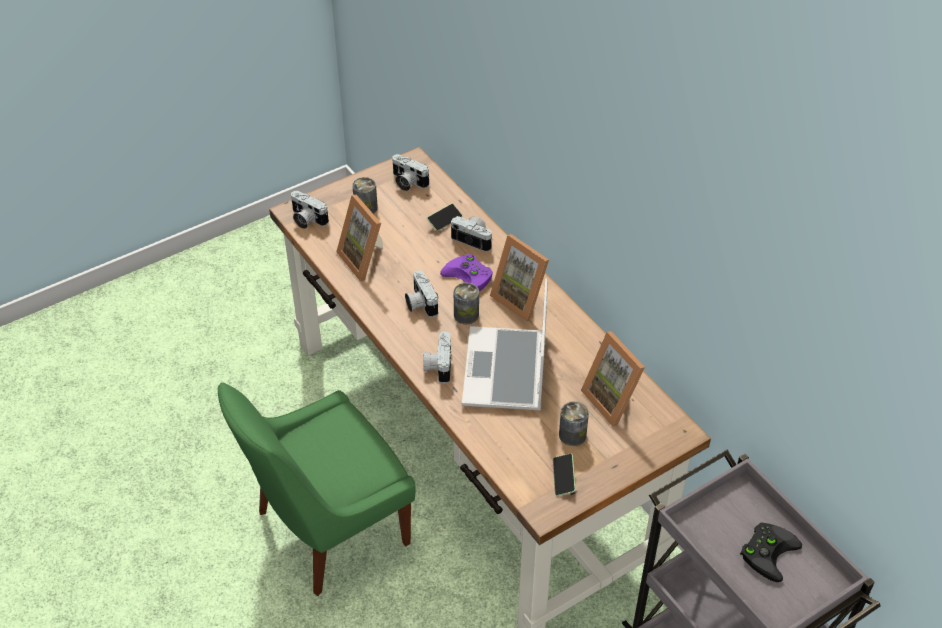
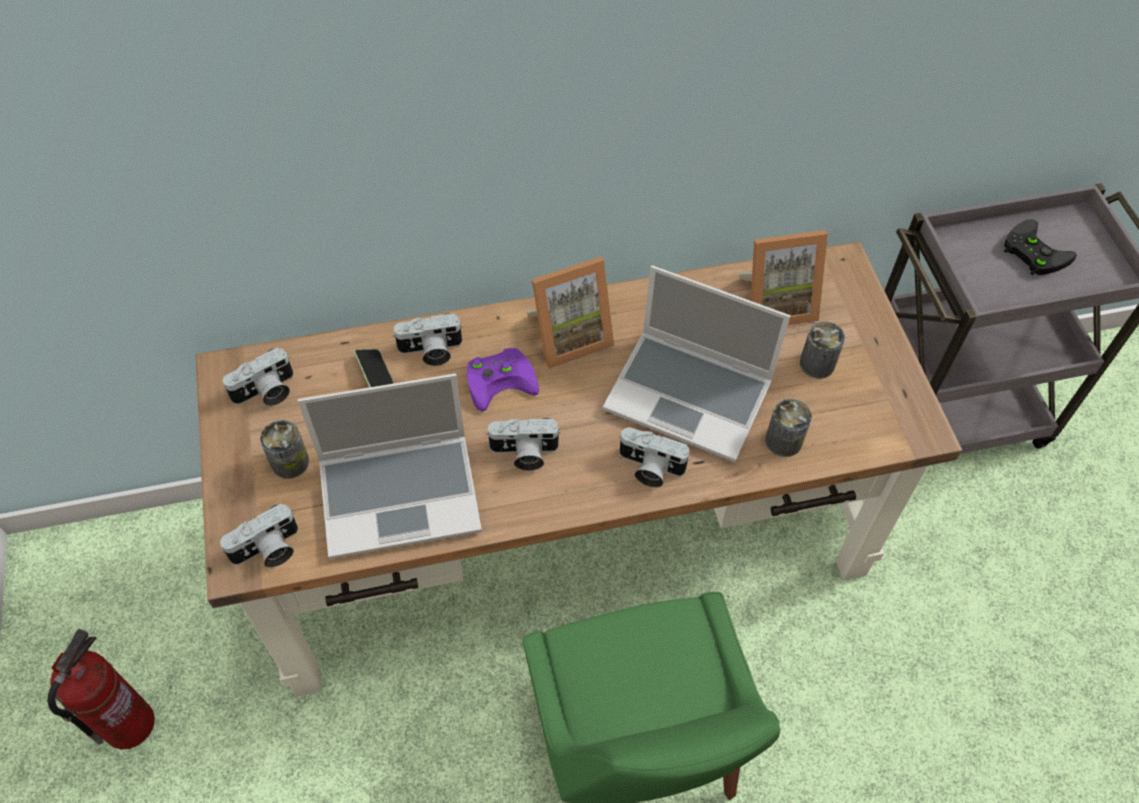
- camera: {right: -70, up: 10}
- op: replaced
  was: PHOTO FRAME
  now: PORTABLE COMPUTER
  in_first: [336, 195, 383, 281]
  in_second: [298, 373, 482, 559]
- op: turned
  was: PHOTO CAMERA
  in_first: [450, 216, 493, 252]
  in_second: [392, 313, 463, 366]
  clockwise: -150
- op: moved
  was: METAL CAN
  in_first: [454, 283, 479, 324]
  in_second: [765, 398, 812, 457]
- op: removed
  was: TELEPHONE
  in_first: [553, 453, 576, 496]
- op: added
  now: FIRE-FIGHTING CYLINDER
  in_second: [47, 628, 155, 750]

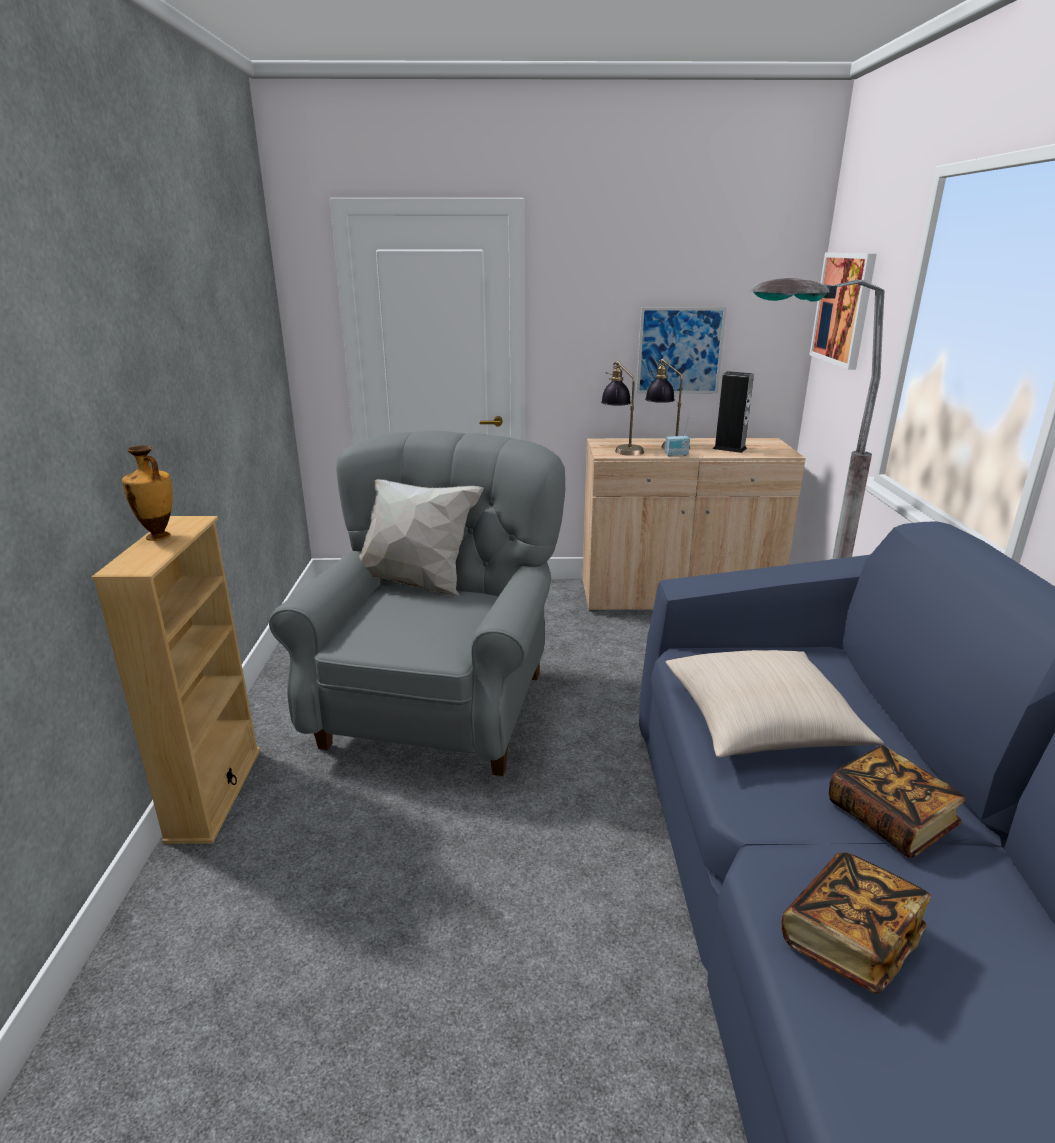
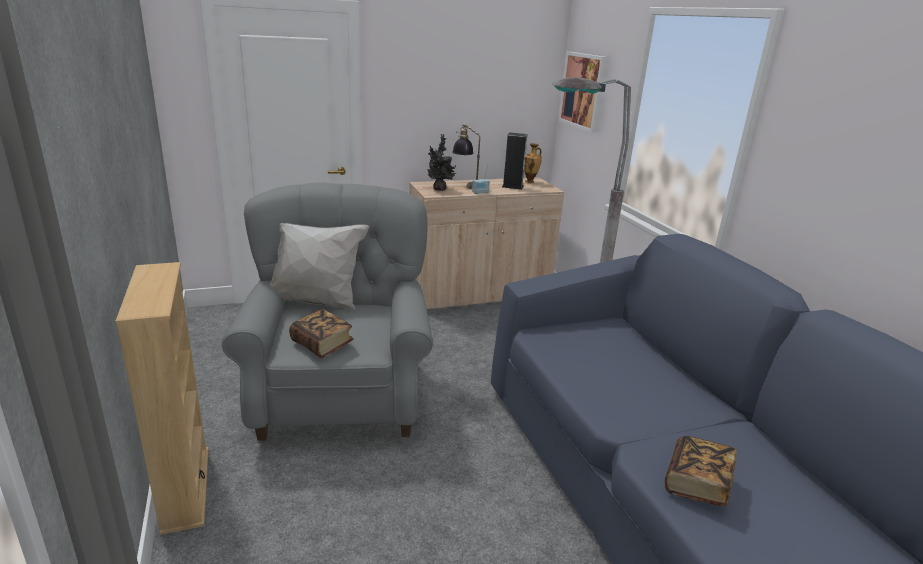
- camera: {right: -20, up: 0}
- op: moved
  was: VASE
  in_first: [122, 445, 172, 541]
  in_second: [524, 143, 542, 183]
- op: replaced
  was: LAMP FOR A TABLE
  now: HOUSEPLANT
  in_first: [601, 361, 644, 456]
  in_second: [428, 134, 456, 191]
- op: removed
  was: PICTURE
  in_first: [636, 307, 727, 394]
- op: removed
  was: BEIGE-COLOURED THROW PILLOW
  in_first: [666, 650, 884, 757]
- op: moved
  was: BOUND BOOK
  in_first: [829, 745, 966, 858]
  in_second: [289, 309, 354, 358]

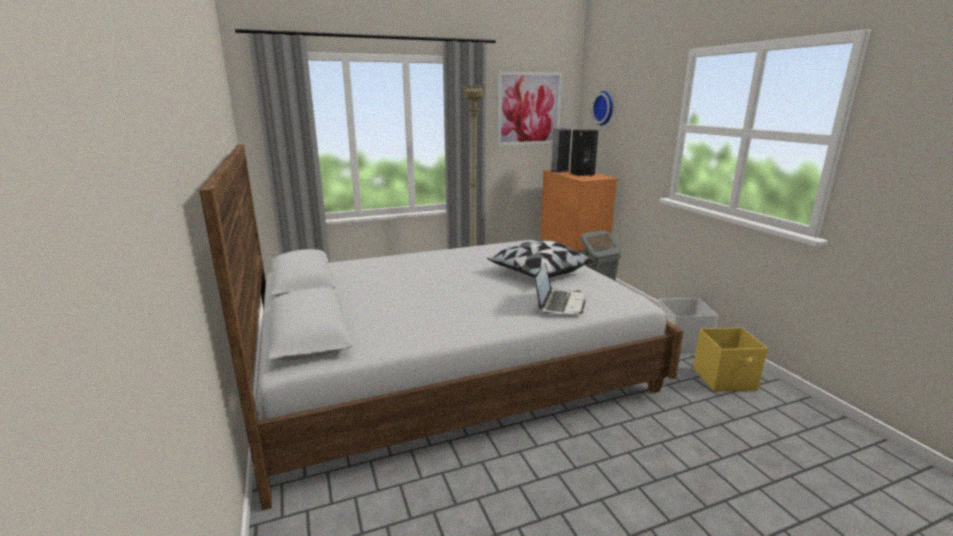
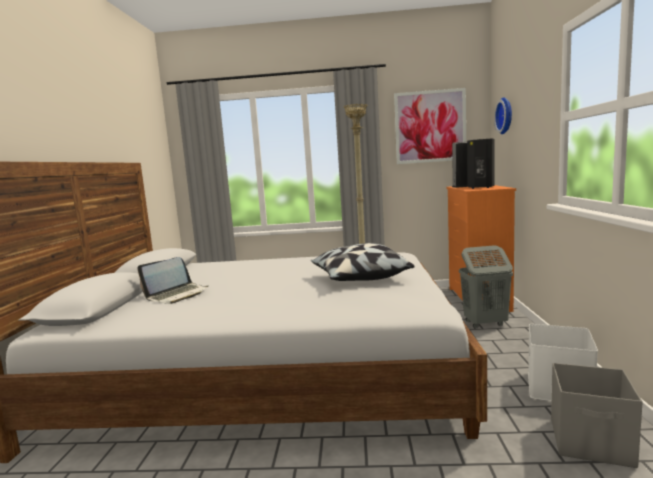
- camera: {right: 25, up: -10}
- op: moved
  was: PORTABLE COMPUTER
  in_first: [535, 263, 585, 314]
  in_second: [137, 257, 208, 304]
- op: recoloured
  was: YELLOWISH STORAGE BOX
  now: GRAY STORAGE BOX
  in_first: [693, 328, 768, 392]
  in_second: [551, 363, 643, 468]

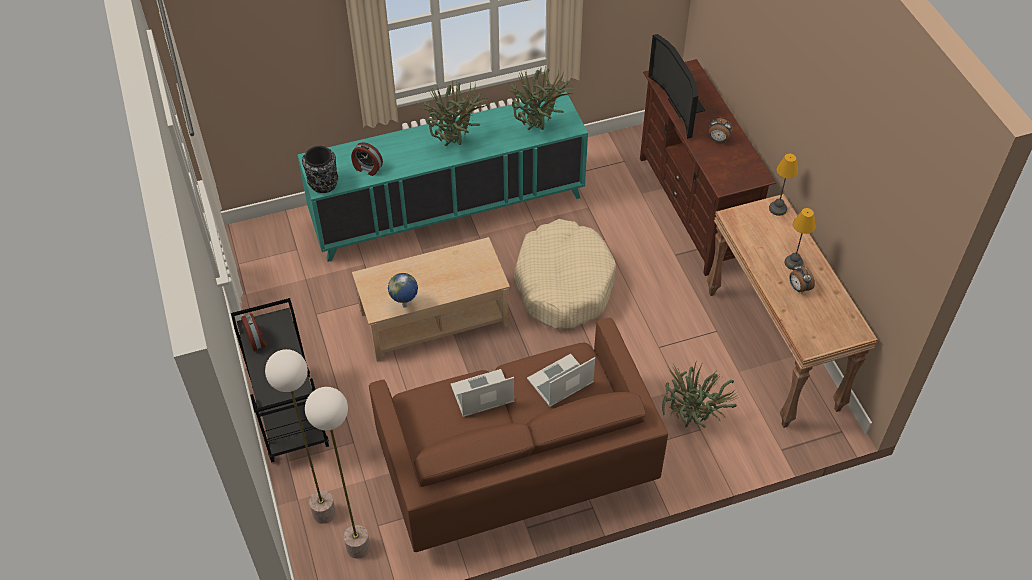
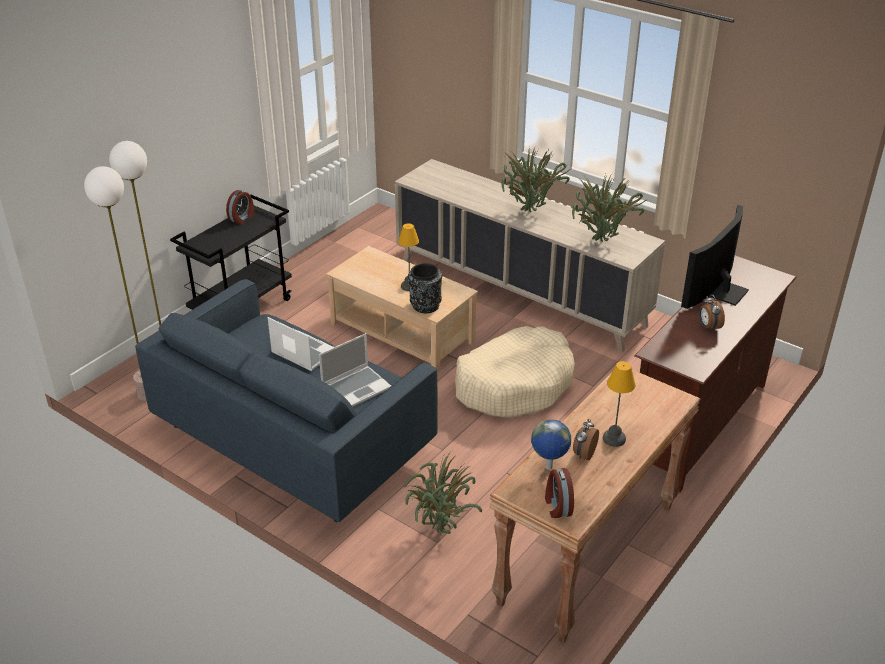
- camera: {right: 55, up: -15}
- op: recoloured
  was: TURQUOISE STORAGE CABINET
  now: BEIGE-COLOURED STORAGE CABINET
  in_first: [297, 92, 588, 262]
  in_second: [395, 159, 665, 352]
- op: moved
  was: BLACK-COLOURED VASE
  in_first: [302, 146, 338, 193]
  in_second: [408, 263, 442, 313]
- op: moved
  was: TABLE CLOCK
  in_first: [351, 142, 383, 176]
  in_second: [545, 468, 574, 518]
- op: recoloured
  was: BROWNISH SOFA
  now: BLUE SOFA
  in_first: [369, 318, 668, 552]
  in_second: [135, 279, 438, 522]
- op: moved
  was: DESK GLOBE
  in_first: [388, 273, 418, 308]
  in_second: [531, 419, 571, 470]
- op: turned
  was: PORTABLE COMPUTER
  in_first: [527, 354, 595, 407]
  in_second: [319, 333, 391, 407]
  clockwise: 120
- op: moved
  was: LAMP FOR A TABLE
  in_first: [769, 153, 798, 216]
  in_second: [398, 223, 419, 291]

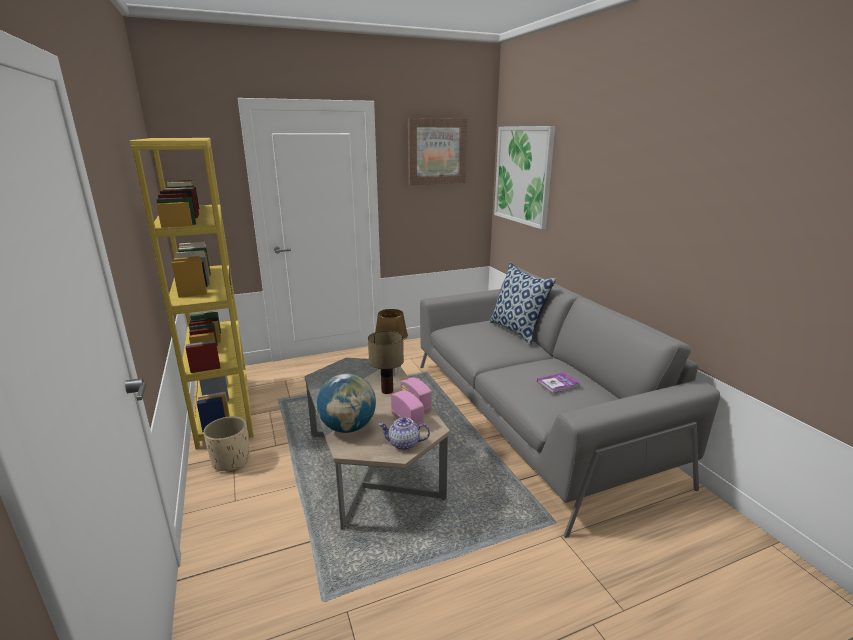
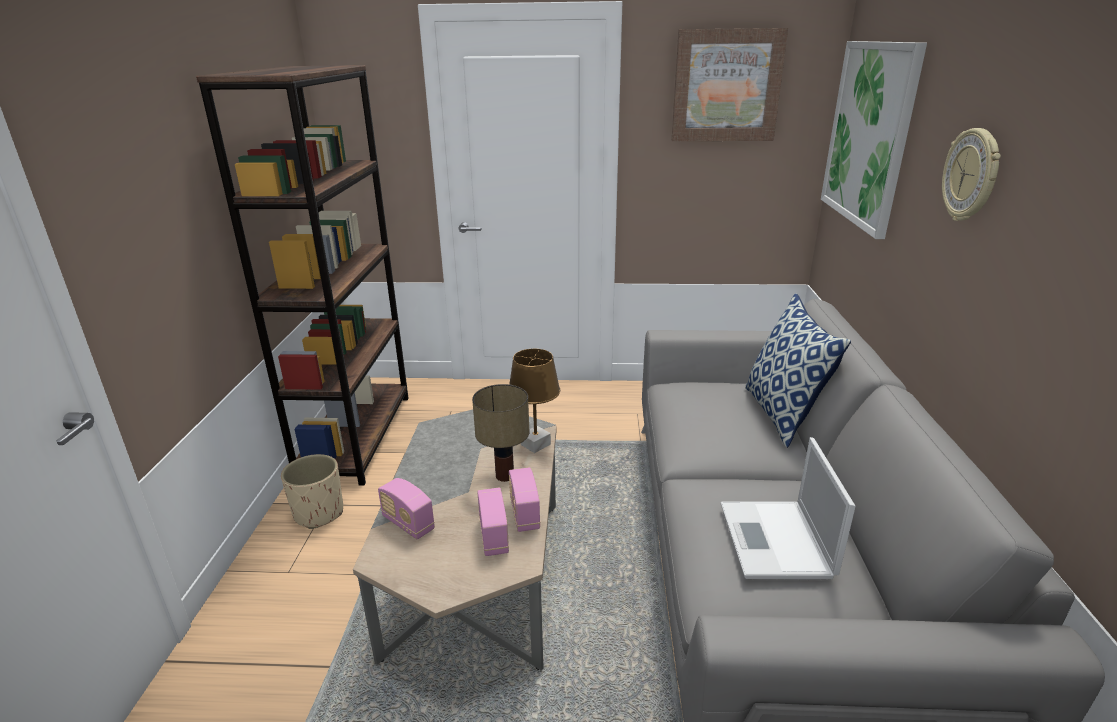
- camera: {right: 25, up: 5}
- op: recoloured
  was: YELLOWISH BOOKSHELF
  now: BROWNISH BOOKSHELF
  in_first: [130, 138, 254, 449]
  in_second: [196, 65, 409, 486]
- op: replaced
  was: DESK GLOBE
  now: RADIO
  in_first: [317, 373, 376, 433]
  in_second: [378, 478, 435, 539]
- op: removed
  was: POT FOR TEA
  in_first: [378, 417, 430, 450]
- op: replaced
  was: BOUND BOOK
  now: PORTABLE COMPUTER
  in_first: [537, 372, 581, 394]
  in_second: [721, 437, 856, 579]
- op: added
  now: WALL CLOCK
  in_second: [942, 128, 1001, 221]

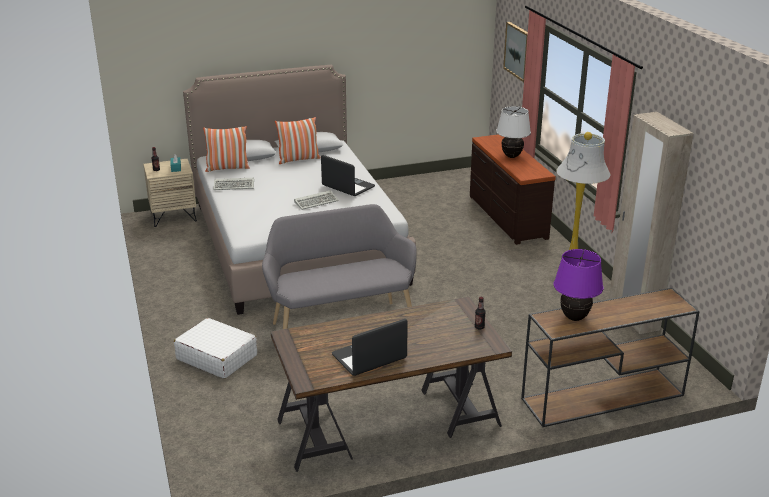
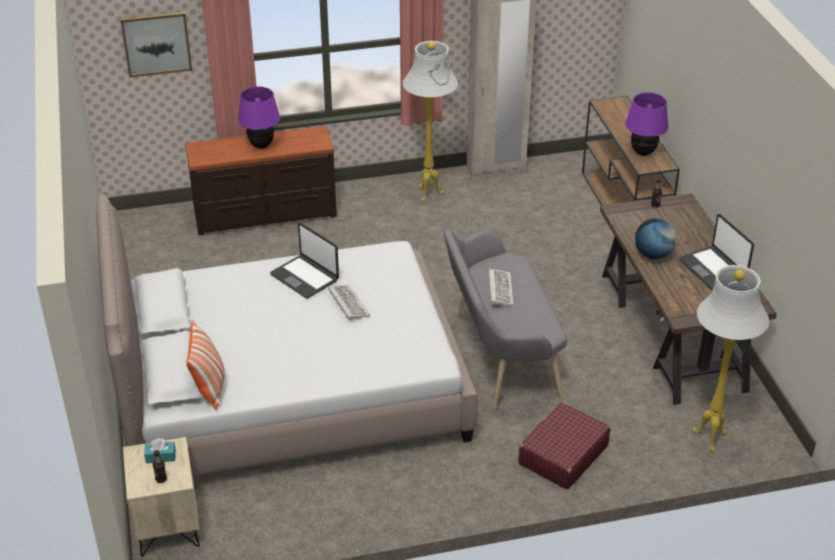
- camera: {right: -85, up: 10}
- op: recoloured
  was: WHITE PIECE OF LUGGAGE
  now: RED PIECE OF LUGGAGE
  in_first: [174, 318, 257, 379]
  in_second: [518, 403, 610, 489]
- op: moved
  was: KEYBOARD
  in_first: [214, 178, 254, 190]
  in_second: [489, 269, 514, 306]
- op: removed
  was: THROW PILLOW
  in_first: [275, 117, 321, 164]
- op: turned
  was: PORTABLE COMPUTER
  in_first: [321, 155, 375, 196]
  in_second: [270, 223, 339, 298]
  clockwise: -90
- op: recoloured
  was: WHITE LAMP FOR A TABLE
  now: PURPLE-COLOURED LAMP FOR A TABLE
  in_first: [496, 106, 531, 158]
  in_second: [238, 86, 280, 149]
- op: added
  now: DESK GLOBE
  in_second: [635, 218, 677, 259]
- op: added
  now: WHITE STANDARD LAMP
  in_second: [692, 265, 769, 452]

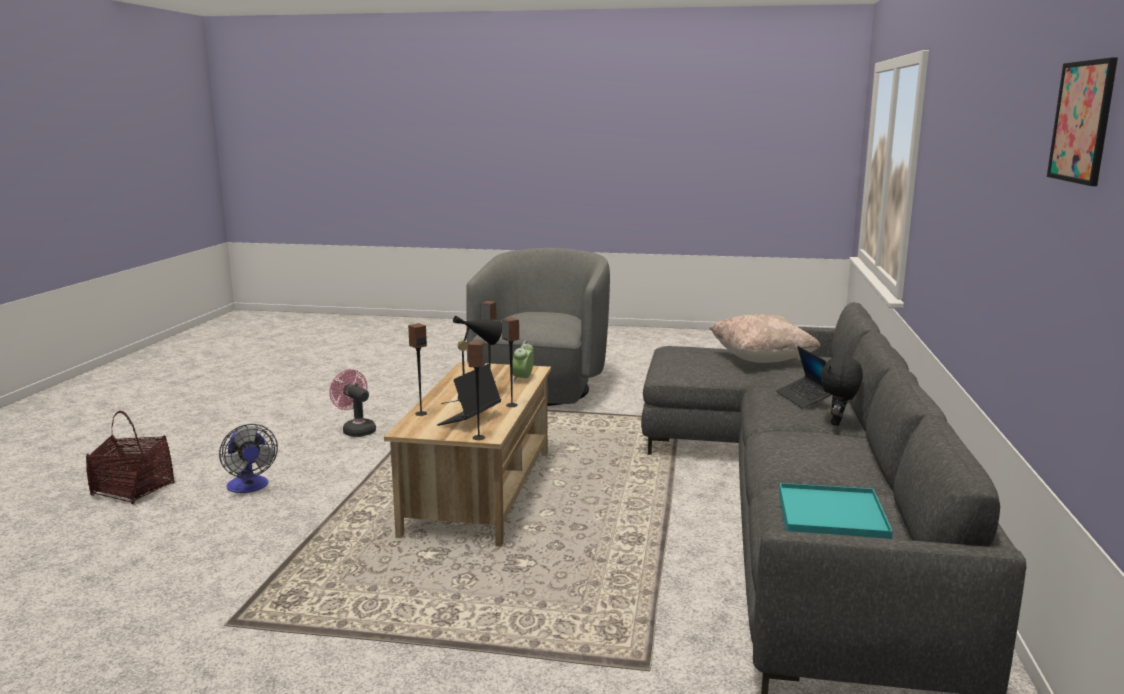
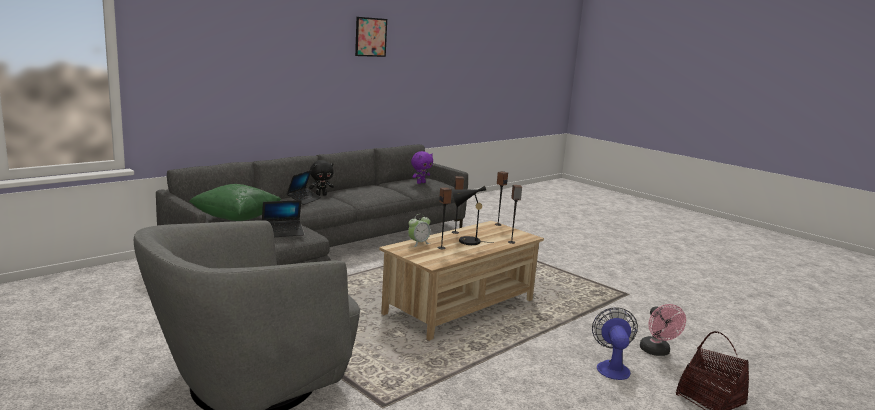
- camera: {right: -145, up: 0}
- op: moved
  was: PINK-COLOURED ELECTRIC FAN
  in_first: [329, 369, 376, 437]
  in_second: [640, 304, 686, 356]
- op: moved
  was: PORTABLE COMPUTER
  in_first: [437, 364, 501, 426]
  in_second: [262, 200, 304, 237]
- op: recoloured
  was: BEIGE-COLOURED THROW PILLOW
  now: GREEN THROW PILLOW
  in_first: [709, 314, 820, 363]
  in_second: [189, 184, 281, 221]
- op: replaced
  was: TURQUOISE CARRYING TRAY
  now: PURPLE-COLOURED SOFT TOY
  in_first: [779, 483, 893, 539]
  in_second: [411, 151, 433, 184]

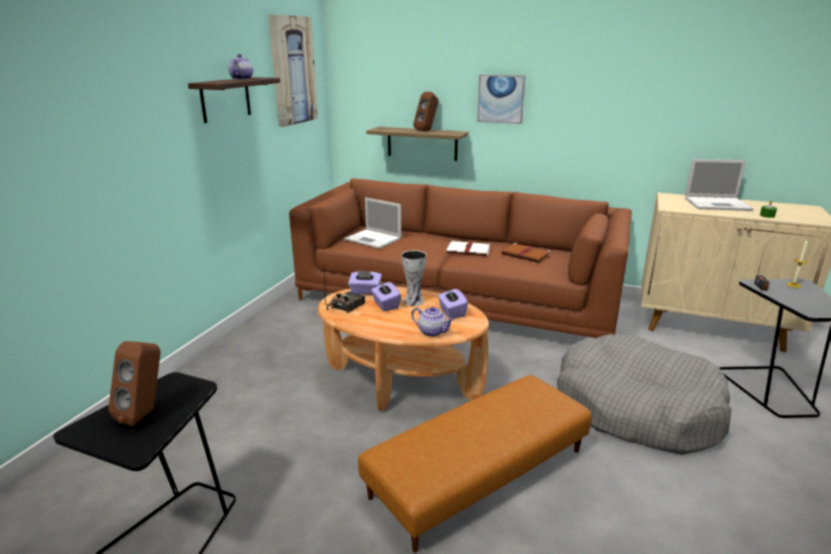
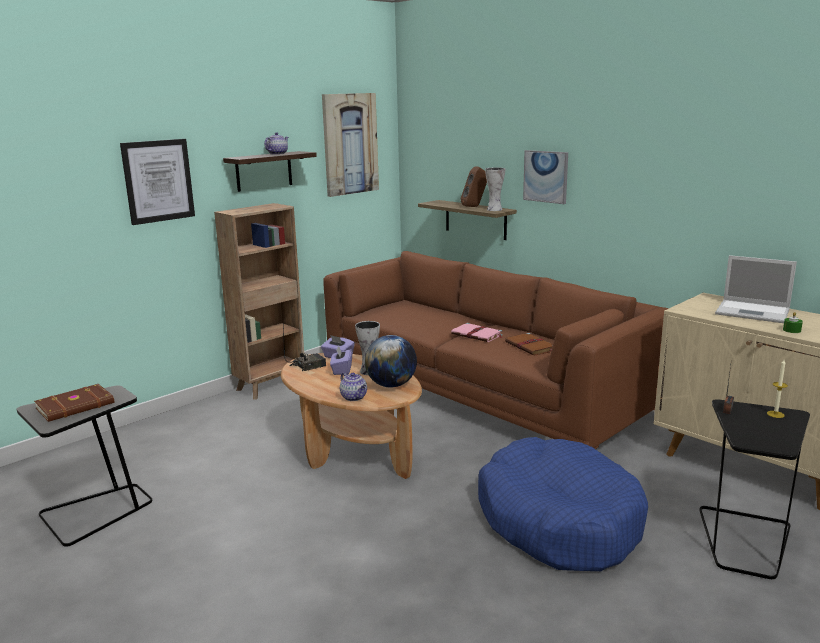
- camera: {right: 25, up: -5}
- op: replaced
  was: BROWNISH SPEAKER
  now: BROWNISH BOUND BOOK
  in_first: [108, 341, 160, 427]
  in_second: [34, 384, 114, 422]
- op: removed
  was: PORTABLE COMPUTER
  in_first: [344, 197, 401, 249]
- op: removed
  was: BROWNISH FOOTREST
  in_first: [358, 375, 592, 552]
- op: replaced
  was: PURPLE-COLOURED TISSUE HOLDER
  now: DESK GLOBE
  in_first: [438, 288, 468, 318]
  in_second: [365, 335, 417, 388]
- op: recoloured
  was: WHITE BOUND BOOK
  now: PINK-COLOURED BOUND BOOK
  in_first: [447, 240, 492, 256]
  in_second: [451, 323, 502, 342]
- op: recoloured
  was: GRAY DOG BED
  now: BLUE DOG BED
  in_first: [557, 334, 732, 455]
  in_second: [478, 437, 648, 571]
- op: added
  now: PICTURE
  in_second: [120, 139, 195, 225]
- op: added
  now: BROWNISH BOOKSHELF
  in_second: [214, 203, 304, 400]
- op: added
  now: VASE
  in_second: [485, 168, 505, 211]

